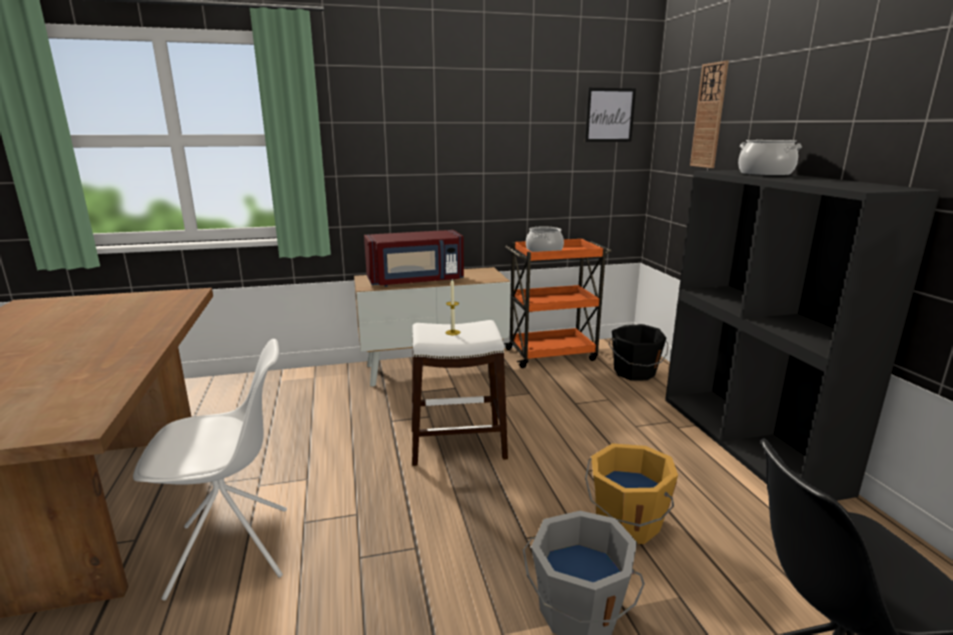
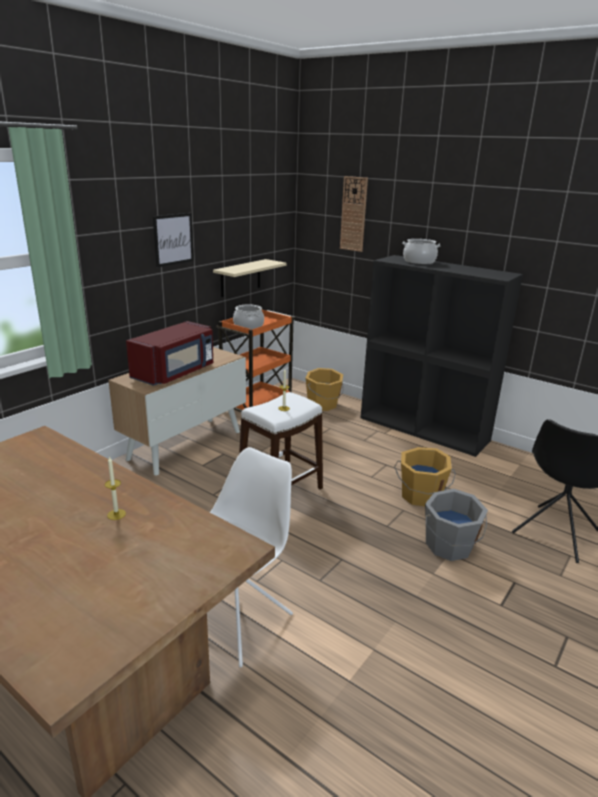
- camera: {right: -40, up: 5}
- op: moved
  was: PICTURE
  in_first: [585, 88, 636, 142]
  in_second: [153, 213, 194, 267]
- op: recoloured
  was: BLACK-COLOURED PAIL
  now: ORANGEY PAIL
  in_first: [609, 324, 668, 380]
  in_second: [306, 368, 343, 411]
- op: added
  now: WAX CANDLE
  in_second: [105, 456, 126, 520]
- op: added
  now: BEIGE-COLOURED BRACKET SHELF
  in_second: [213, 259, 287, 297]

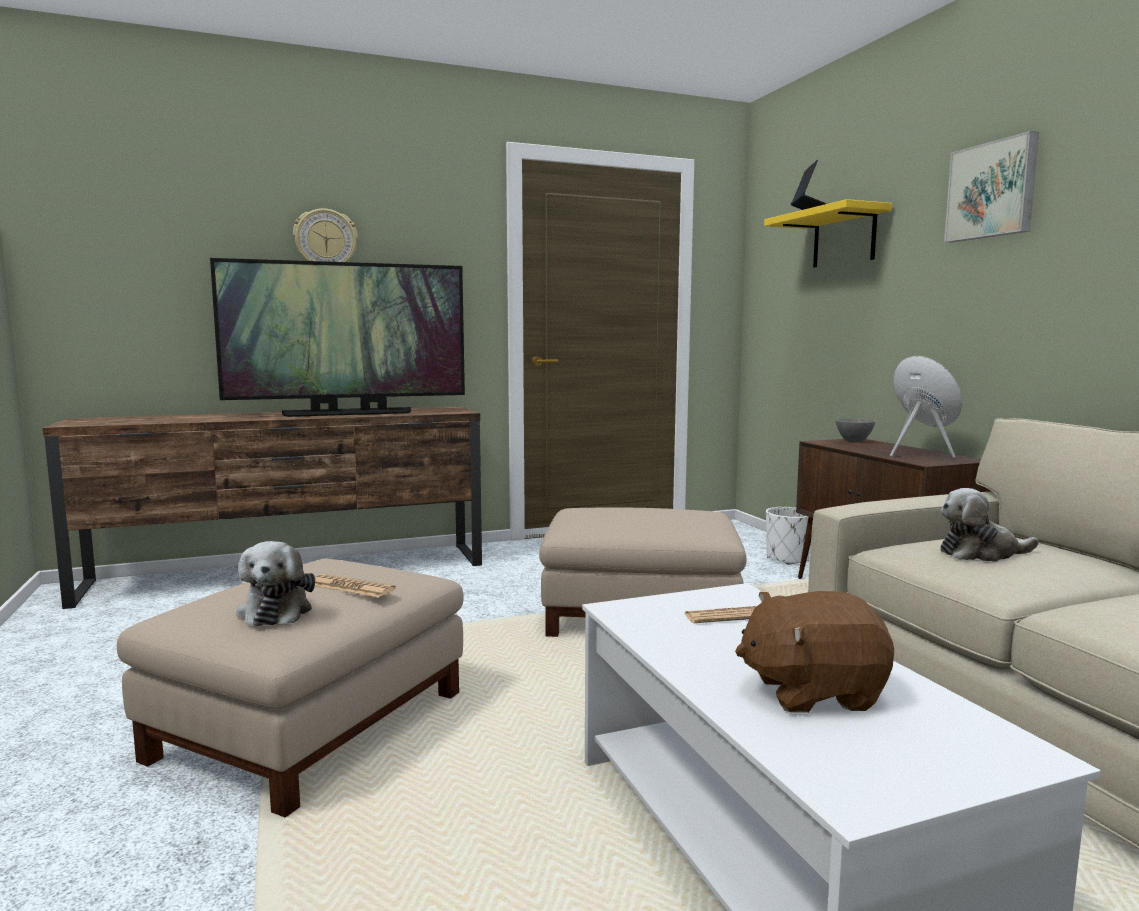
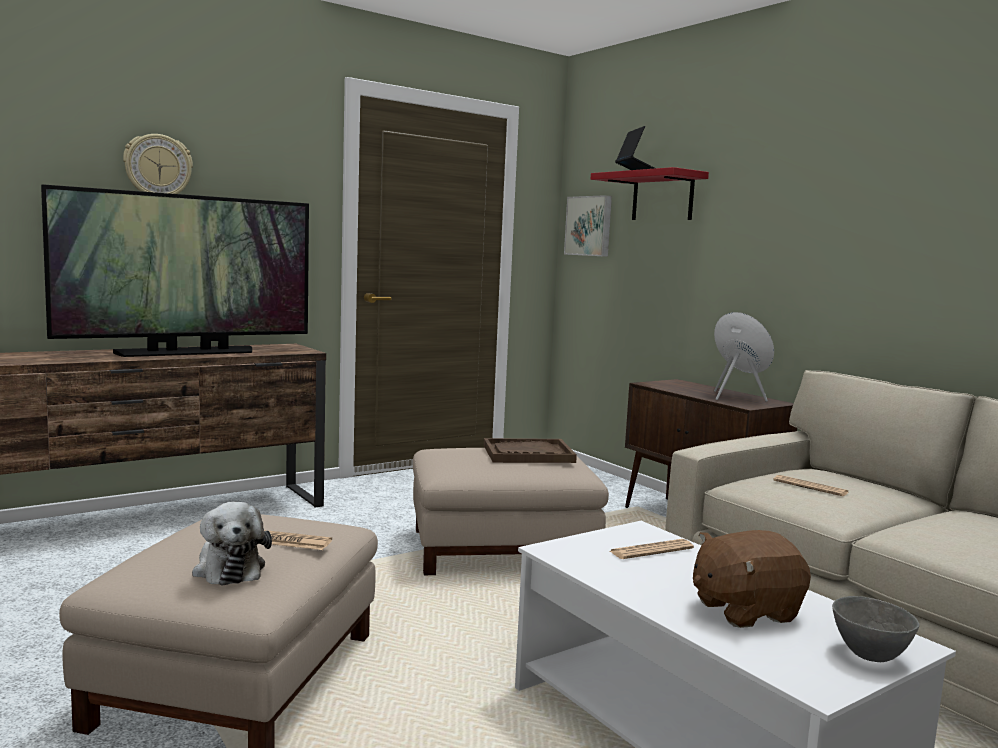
- camera: {right: -15, up: 0}
- op: recoloured
  was: YELLOWISH BRACKET SHELF
  now: RED BRACKET SHELF
  in_first: [764, 199, 892, 267]
  in_second: [591, 167, 709, 220]
- op: removed
  was: WHITE PLANTER
  in_first: [766, 507, 811, 565]
- op: moved
  was: GRAY DEEP DISH
  in_first: [835, 418, 875, 442]
  in_second: [832, 596, 920, 662]
- op: replaced
  was: SOFT TOY
  now: DAILY PAPER
  in_first: [940, 488, 1039, 562]
  in_second: [774, 475, 848, 496]
- op: moved
  was: PICTURE
  in_first: [944, 131, 1039, 242]
  in_second: [564, 195, 612, 257]
- op: added
  now: BROWNISH CARRYING TRAY
  in_second: [484, 438, 577, 463]

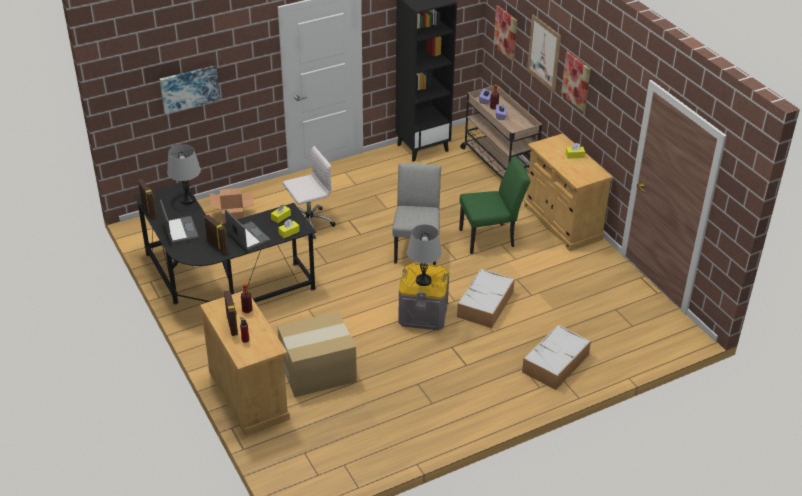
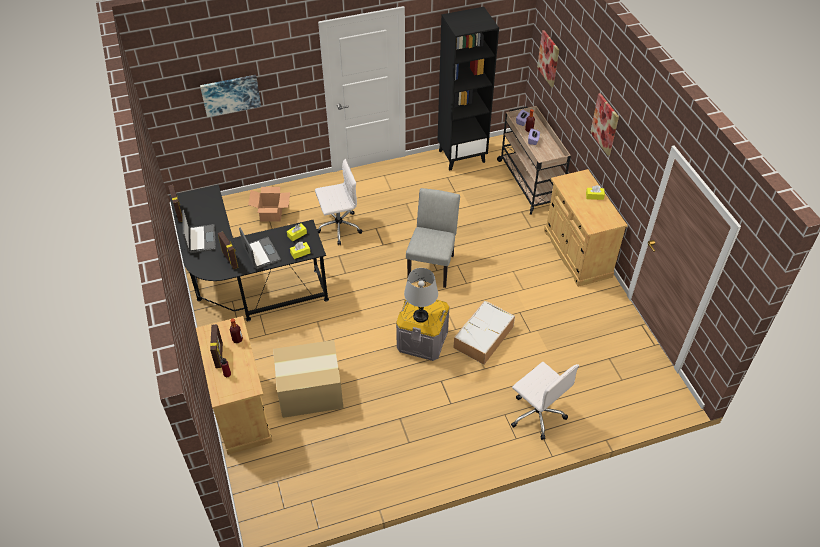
- camera: {right: 10, up: 10}
- op: removed
  was: GRAY LAMP FOR A TABLE
  in_first: [167, 144, 201, 205]
- op: removed
  was: GREEN CHAIR
  in_first: [459, 157, 530, 254]
- op: replaced
  was: STORAGE BOX
  now: WHITE COMPUTER CHAIR
  in_first: [522, 324, 591, 390]
  in_second: [511, 362, 579, 440]
- op: removed
  was: PICTURE
  in_first: [527, 15, 561, 92]

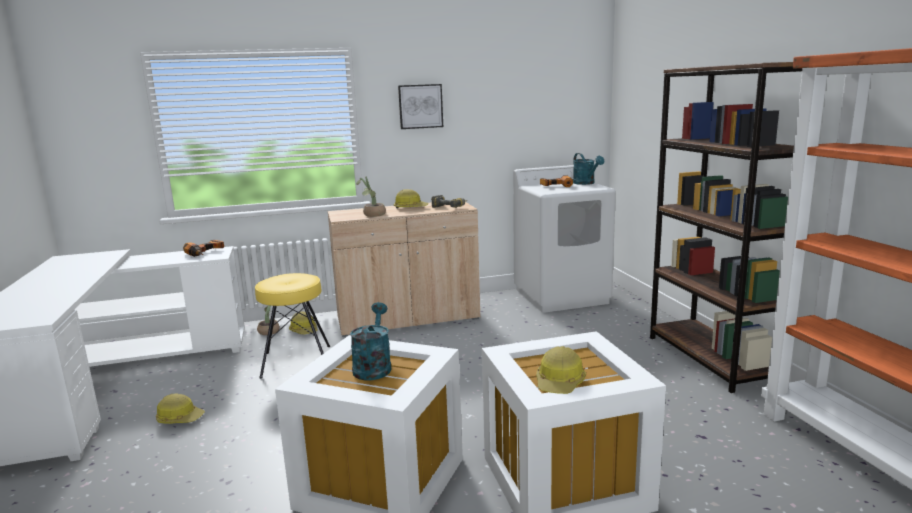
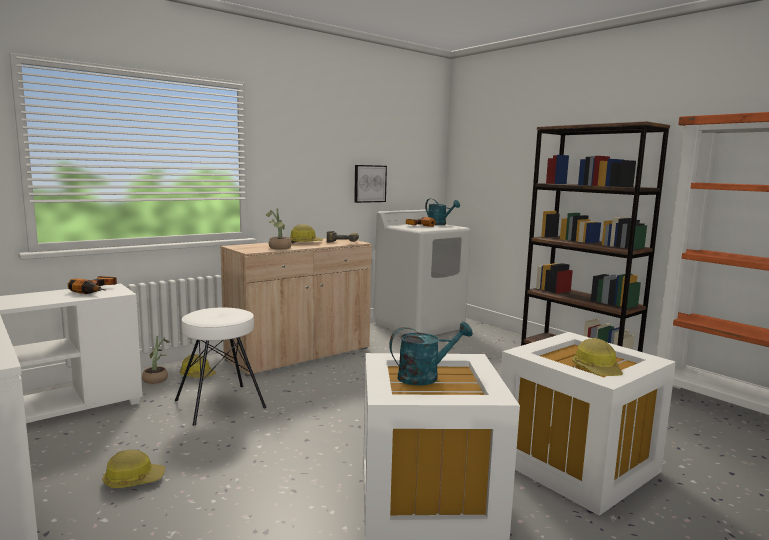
- camera: {right: -25, up: -5}
- op: recoloured
  was: YELLOWISH STOOL
  now: WHITE STOOL
  in_first: [255, 273, 330, 379]
  in_second: [175, 307, 266, 426]
- op: turned
  was: TURQUOISE SPRINKLING CAN
  in_first: [350, 302, 391, 381]
  in_second: [389, 321, 473, 386]
  clockwise: 90
- op: moved
  was: PICTURE
  in_first: [398, 84, 443, 129]
  in_second: [354, 165, 387, 203]

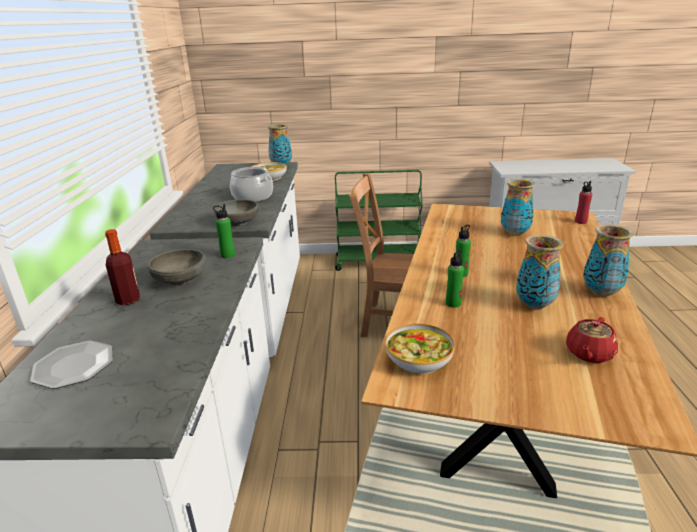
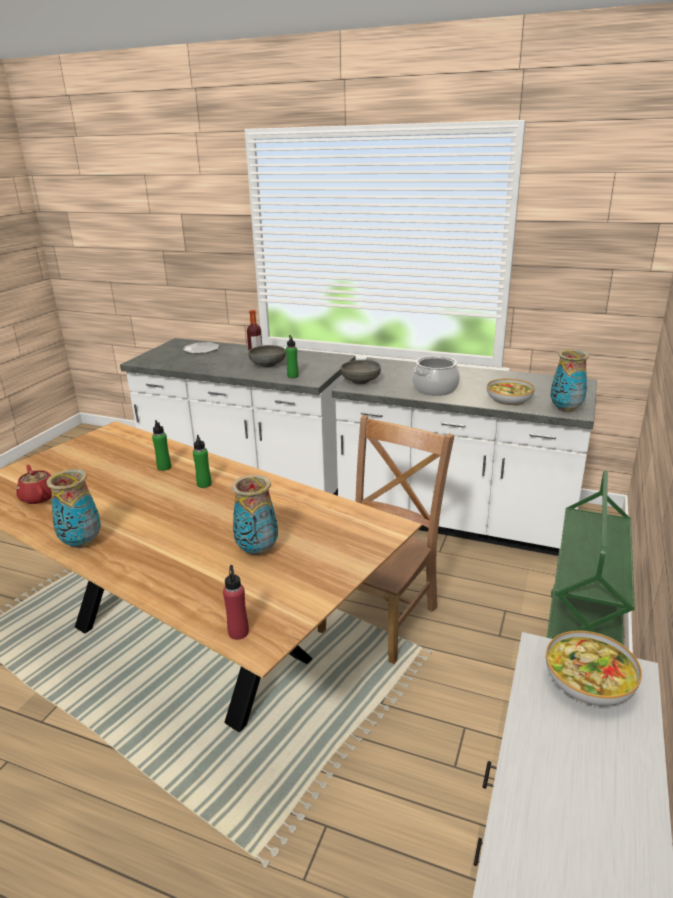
- camera: {right: 110, up: 0}
- op: moved
  was: DEEP DISH
  in_first: [385, 324, 455, 374]
  in_second: [546, 630, 642, 706]
- op: removed
  was: VASE
  in_first: [516, 235, 564, 310]

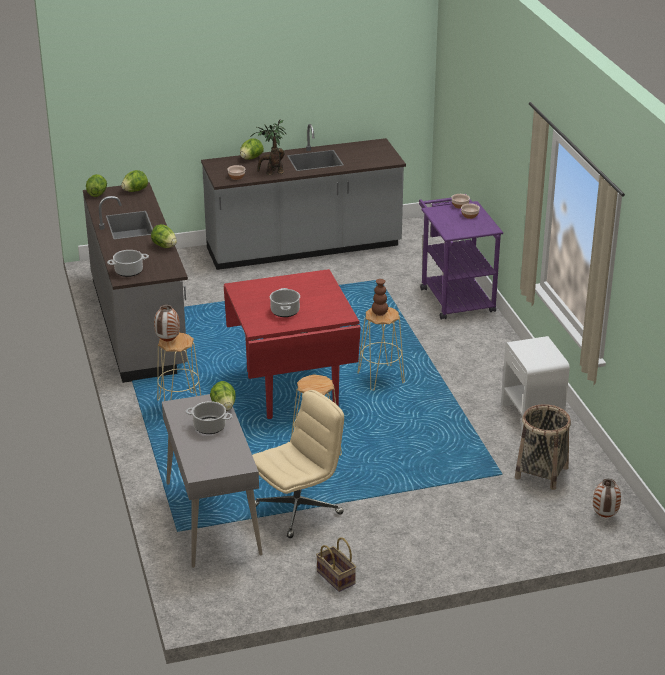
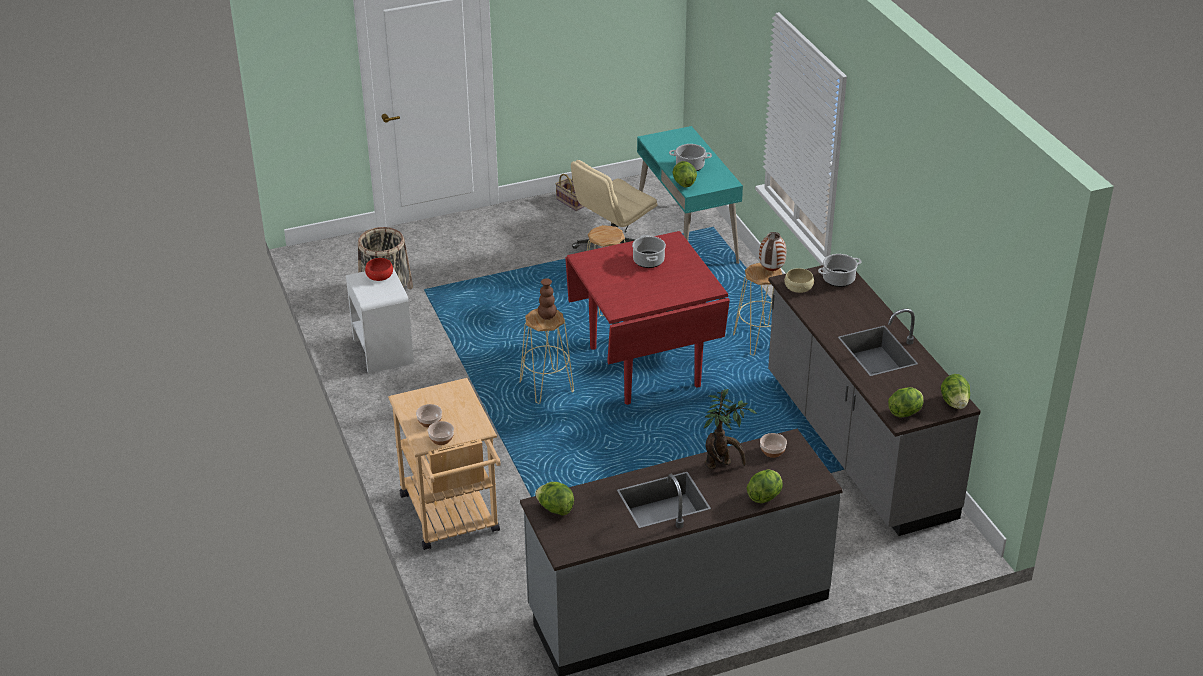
- camera: {right: 175, up: 5}
- op: moved
  was: LETTUCE HEAD
  in_first: [151, 224, 177, 248]
  in_second: [535, 482, 574, 515]
- op: recoloured
  was: GRAY DESK
  now: TURQUOISE DESK
  in_first: [162, 394, 262, 568]
  in_second: [637, 126, 743, 264]
- op: recoloured
  was: PURPLE-COLOURED TROLLEY
  now: BEIGE-COLOURED TROLLEY
  in_first: [419, 194, 503, 320]
  in_second: [388, 378, 501, 550]
- op: removed
  was: VASE
  in_first: [593, 479, 621, 517]
- op: added
  now: RED DEEP DISH
  in_second: [365, 258, 393, 281]
- op: added
  now: BEIGE-COLOURED DEEP DISH
  in_second: [784, 268, 814, 293]

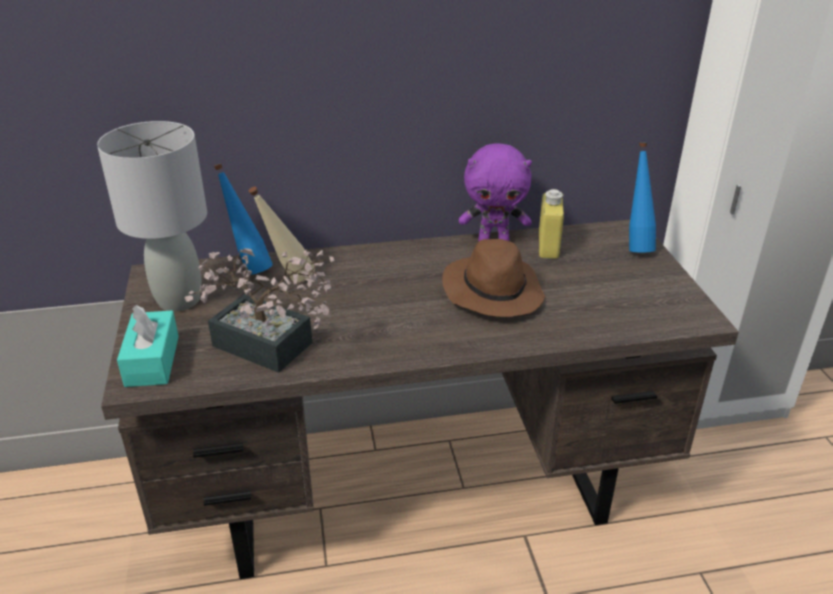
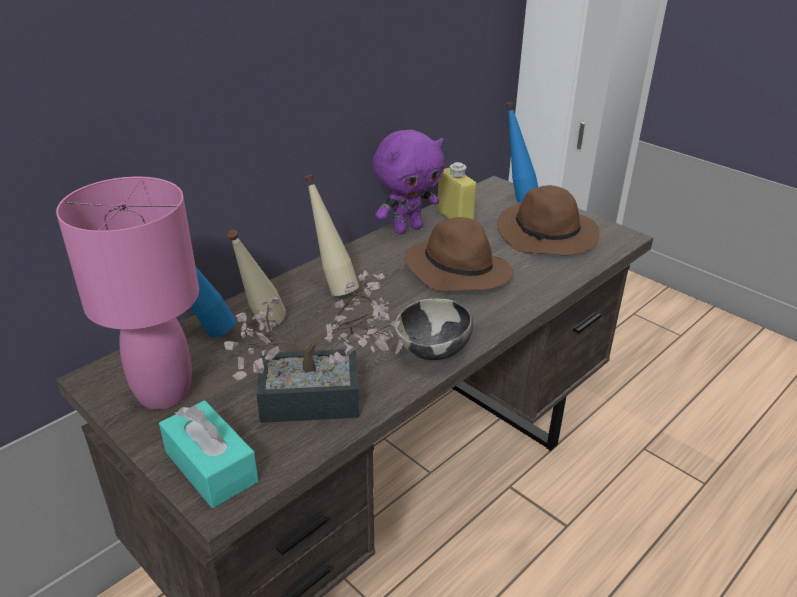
- camera: {right: -35, up: 0}
- op: recoloured
  was: GRAY LAMP FOR A TABLE
  now: PINK-COLOURED LAMP FOR A TABLE
  in_first: [97, 121, 207, 312]
  in_second: [56, 177, 199, 409]
- op: added
  now: BEIGE-COLOURED DRINK BOTTLE
  in_second: [304, 175, 359, 296]
- op: added
  now: DEEP DISH
  in_second: [395, 298, 473, 360]
- op: added
  now: BROWNISH CLOTHING HAT
  in_second: [497, 185, 600, 255]

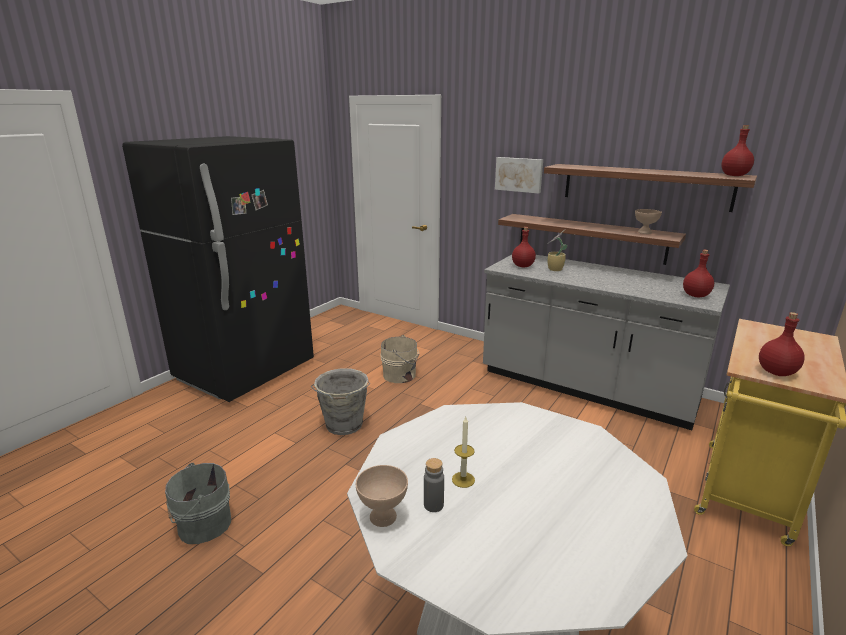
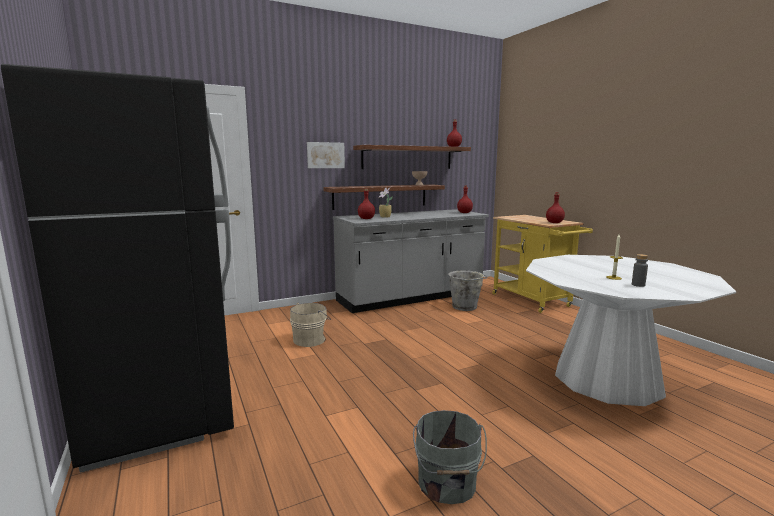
- camera: {right: -60, up: -10}
- op: moved
  was: GRAY PAIL
  in_first: [311, 368, 370, 435]
  in_second: [448, 270, 488, 311]
- op: removed
  was: BEIGE-COLOURED DEEP DISH
  in_first: [356, 465, 408, 527]

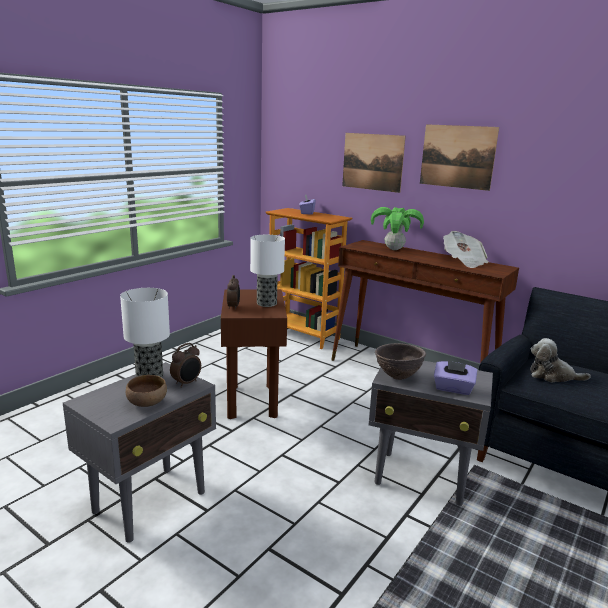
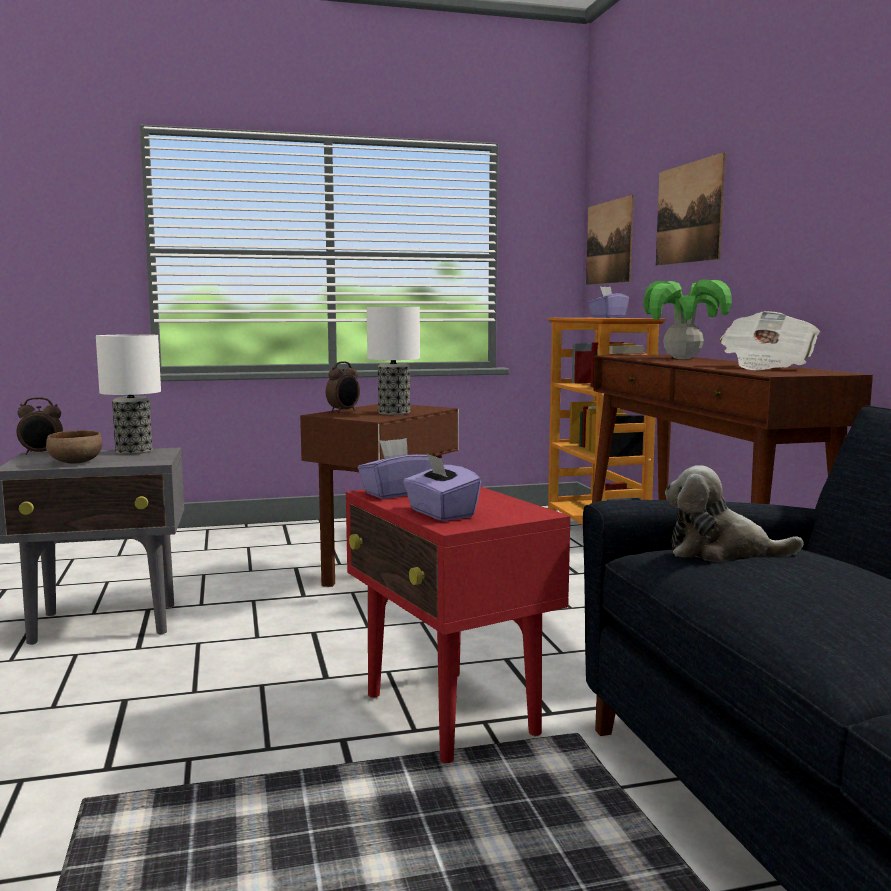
- camera: {right: 40, up: -10}
- op: moved
  was: TABLE CLOCK
  in_first: [170, 343, 201, 388]
  in_second: [17, 397, 63, 455]
- op: recoloured
  was: GRAY END TABLE
  now: RED END TABLE
  in_first: [369, 361, 493, 506]
  in_second: [346, 487, 570, 763]
- op: replaced
  was: BROWNISH DEEP DISH
  now: PURPLE-COLOURED TISSUE HOLDER
  in_first: [375, 343, 426, 380]
  in_second: [358, 438, 432, 499]
- op: moved
  was: PICTURE
  in_first: [420, 124, 499, 191]
  in_second: [586, 195, 634, 285]
- op: turned
  was: SOFT TOY
  in_first: [531, 338, 591, 382]
  in_second: [665, 465, 803, 562]
  clockwise: -45

